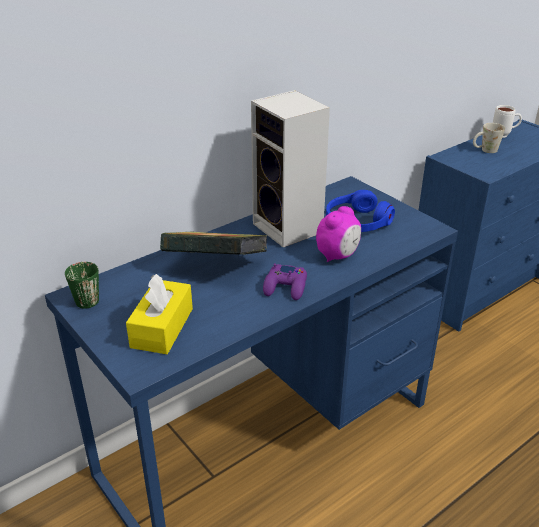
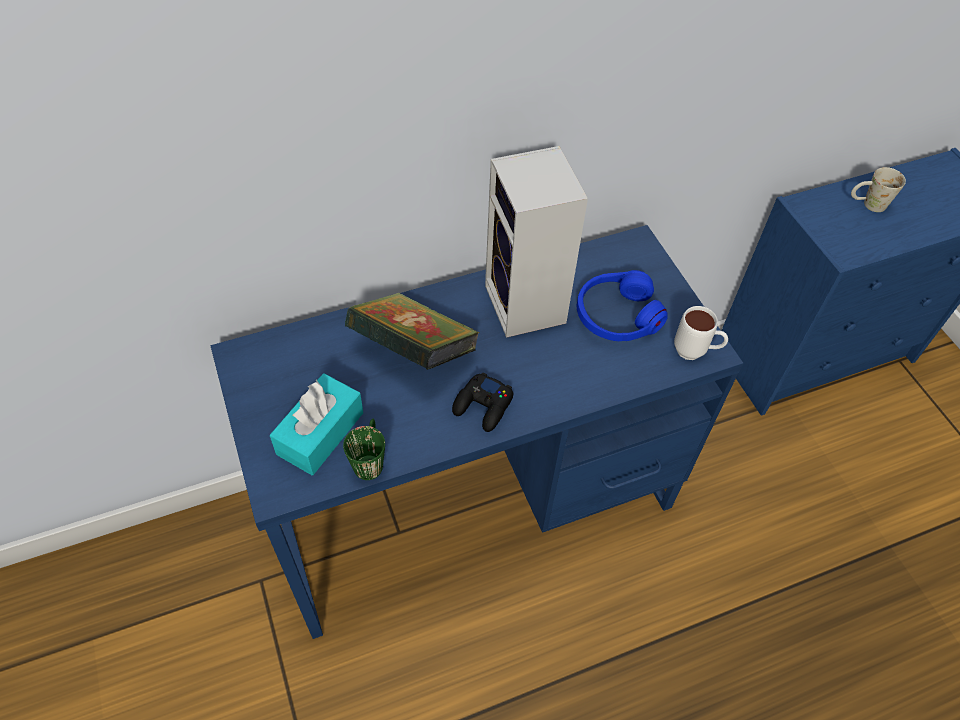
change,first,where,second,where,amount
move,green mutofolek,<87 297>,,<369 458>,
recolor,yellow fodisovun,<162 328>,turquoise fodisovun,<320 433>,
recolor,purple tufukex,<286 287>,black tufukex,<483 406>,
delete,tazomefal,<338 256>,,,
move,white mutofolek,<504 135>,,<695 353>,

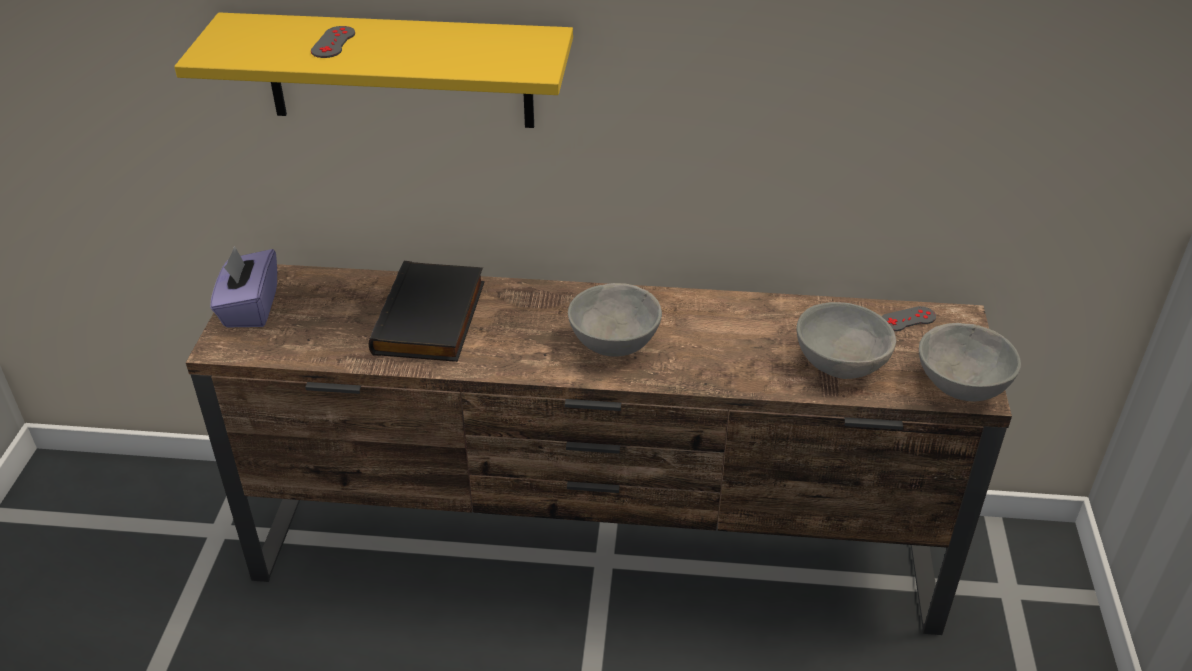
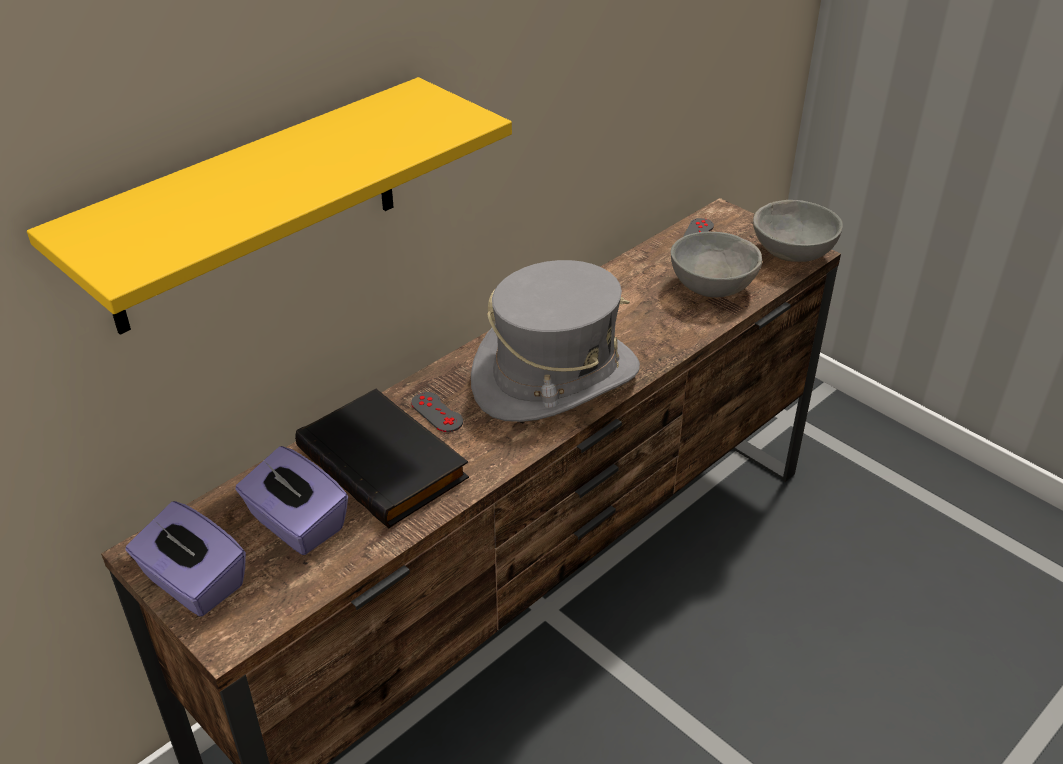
change,first,where,second,where,amount
move,grey tufukex,<333 42>,,<437 412>,
replace,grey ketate,<613 344>,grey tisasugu,<555 378>,
insert,,,purple fodisovun,<296 524>,

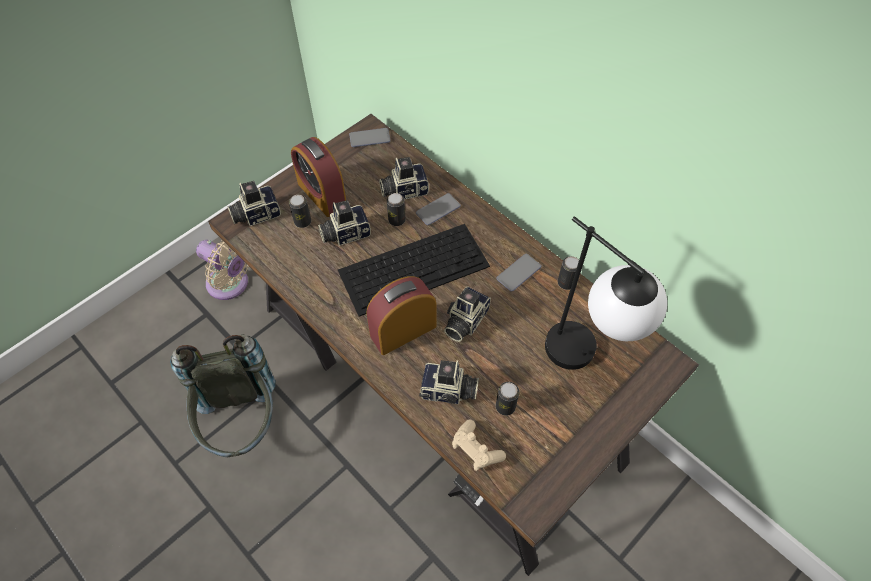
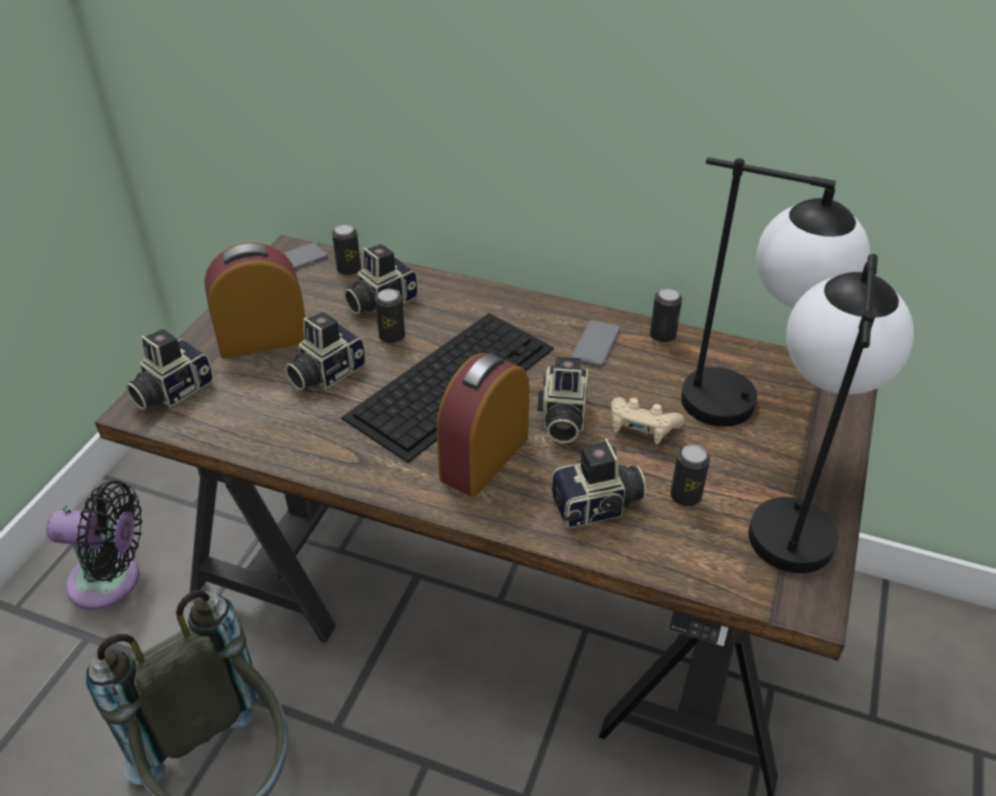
change,first,where,second,where,amount
recolor,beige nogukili,<231 284>,black nogukili,<111 581>,
move,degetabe,<302 221>,,<349 269>,
rotate,tazomefal,<322 194>,,<263 339>,135 degrees clockwise
delete,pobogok,<438 210>,,,
move,beige tufukex,<476 450>,,<641 429>,
insert,,,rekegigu,<793 513>,

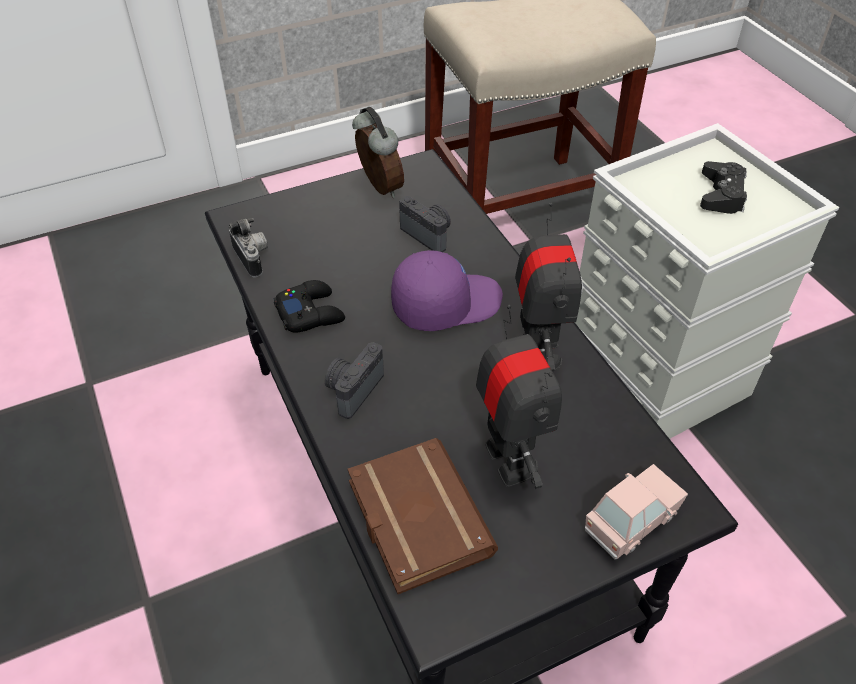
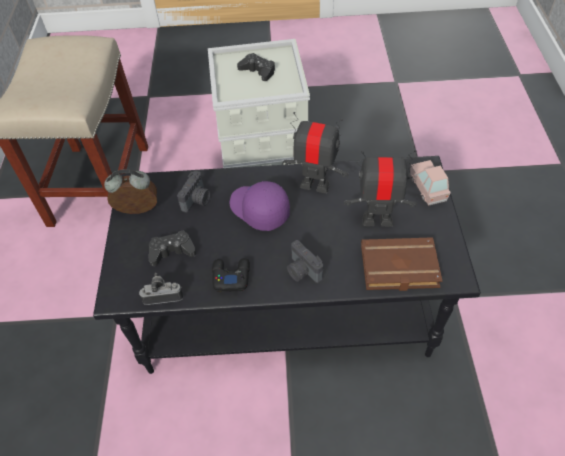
change,first,where,second,where,amount
rotate,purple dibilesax,<446 303>,,<258 210>,45 degrees counterclockwise
rotate,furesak,<429 234>,,<197 200>,135 degrees clockwise
insert,,,black tufukex,<172 251>,

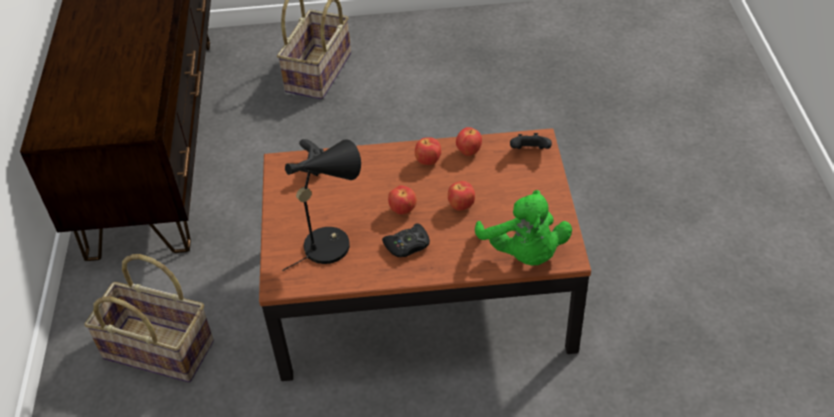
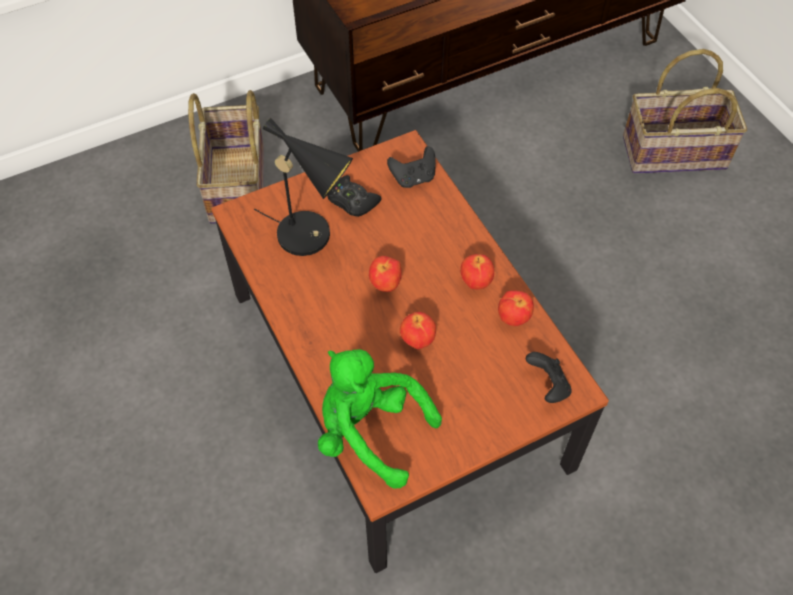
change,first,where,second,where,amount
move,black tufukex,<407 245>,,<352 201>,
rotate,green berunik,<524 253>,,<369 432>,75 degrees clockwise

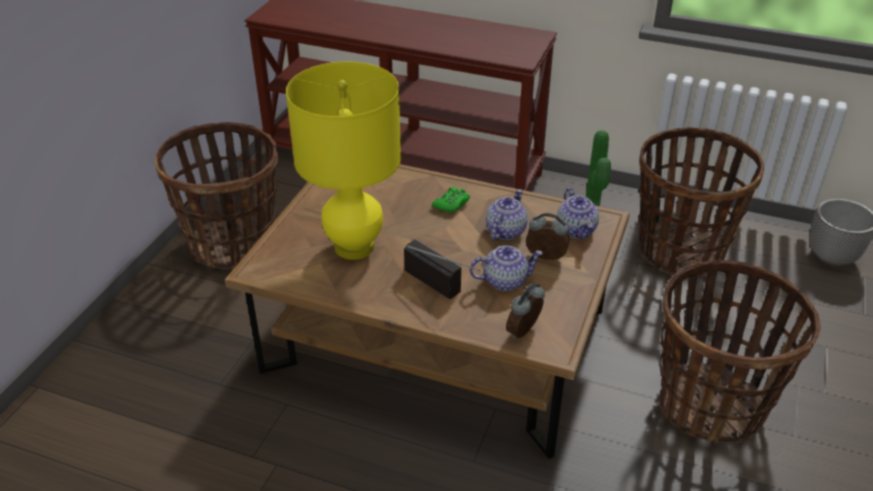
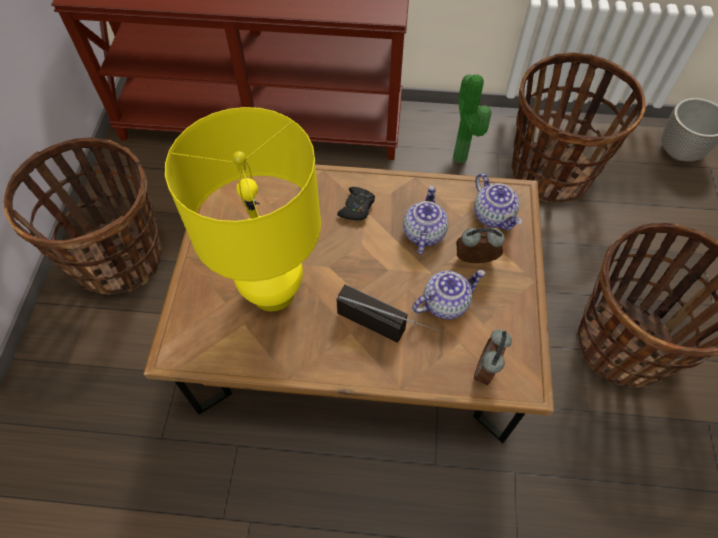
change,first,where,second,where,amount
recolor,green tufukex,<452 204>,black tufukex,<357 207>,

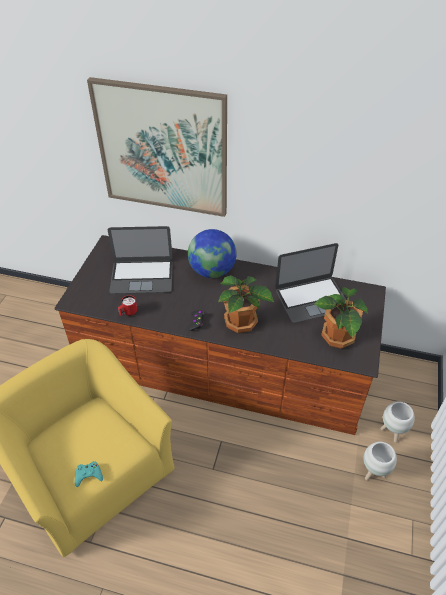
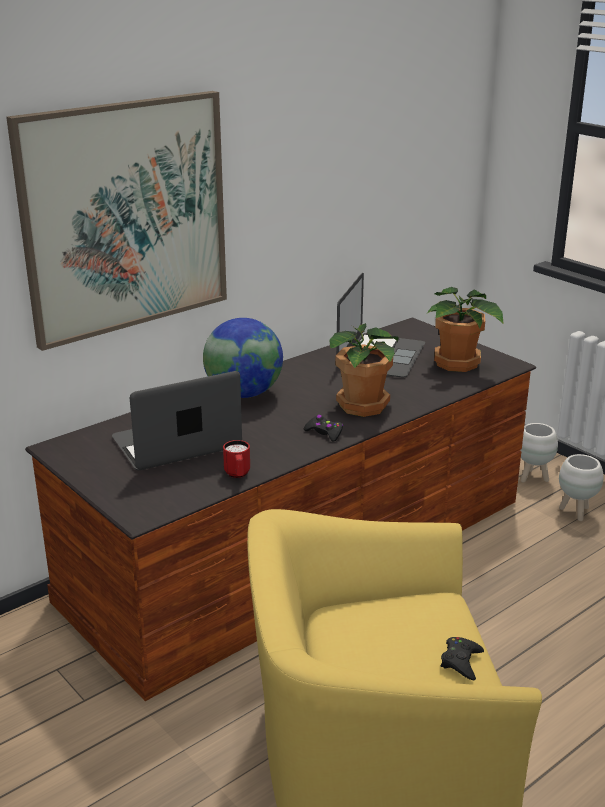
change,first,where,second,where,amount
recolor,turquoise tufukex,<88 475>,black tufukex,<461 661>,
rotate,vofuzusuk,<142 276>,,<176 443>,150 degrees counterclockwise

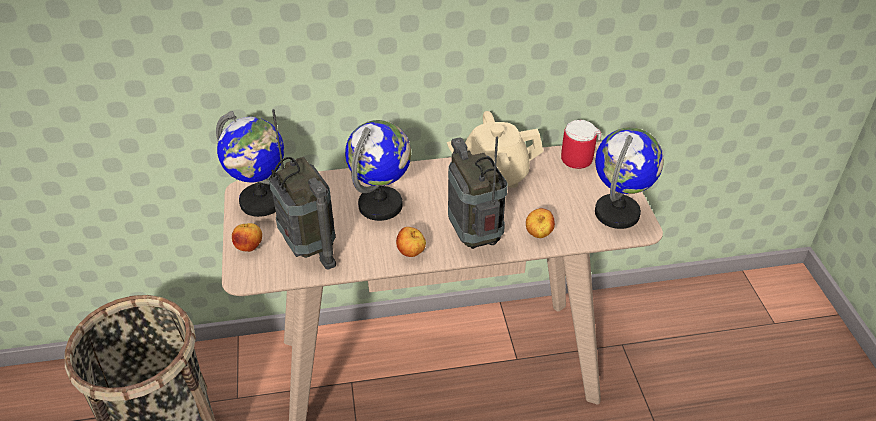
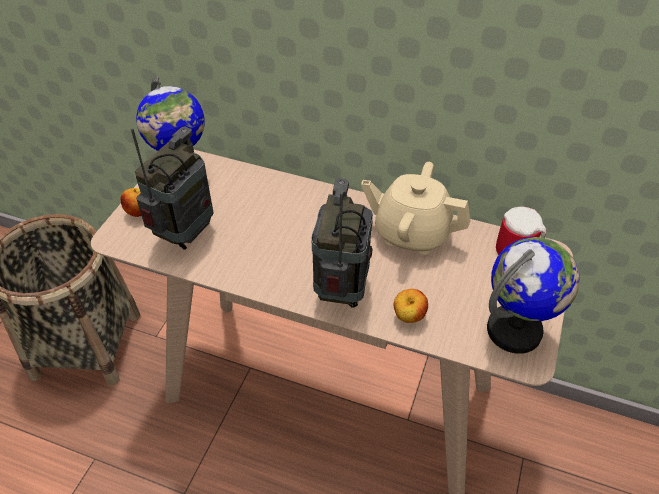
change,first,where,second,where,amount
rotate,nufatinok,<308 248>,,<185 234>,150 degrees counterclockwise
delete,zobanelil,<381 205>,,,
delete,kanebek,<411 253>,,,

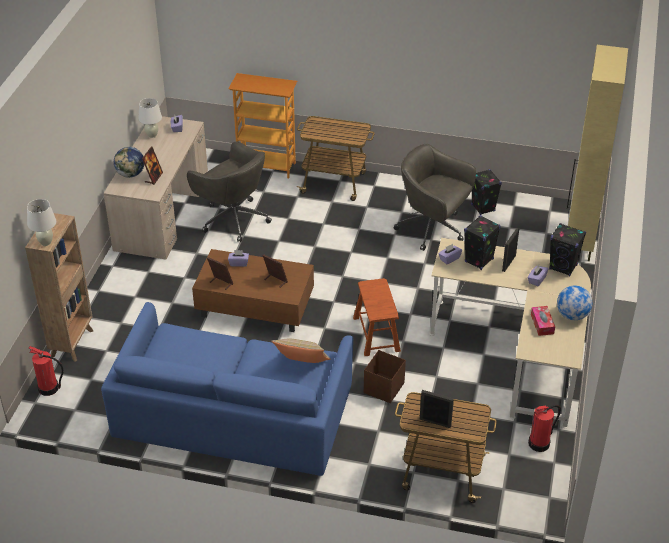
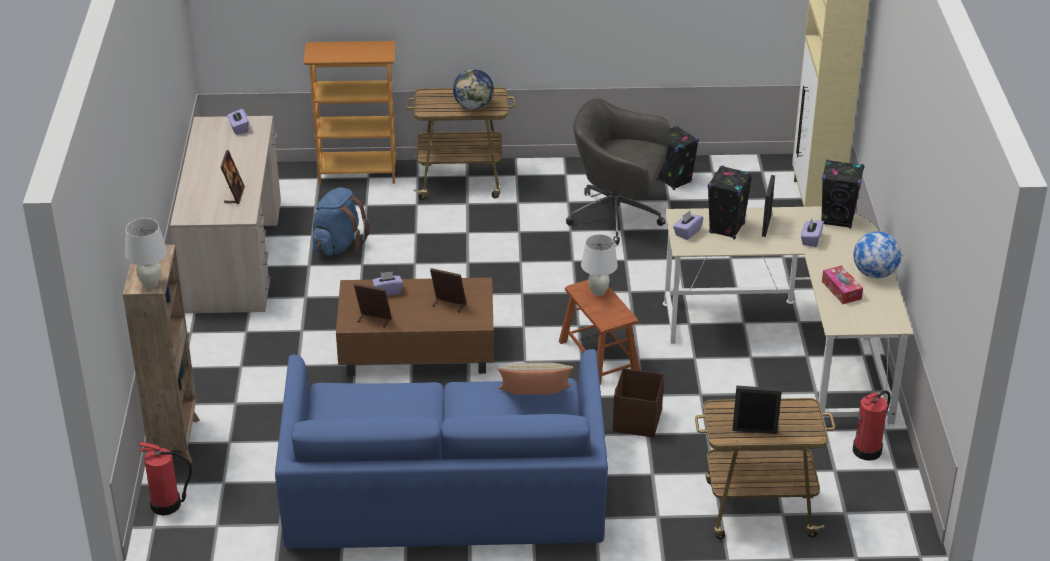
change,first,where,second,where,amount
move,zobanelil,<131 174>,,<474 106>,
move,white rekegigu,<152 135>,,<598 291>,
replace,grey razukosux,<233 219>,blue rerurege,<338 245>,

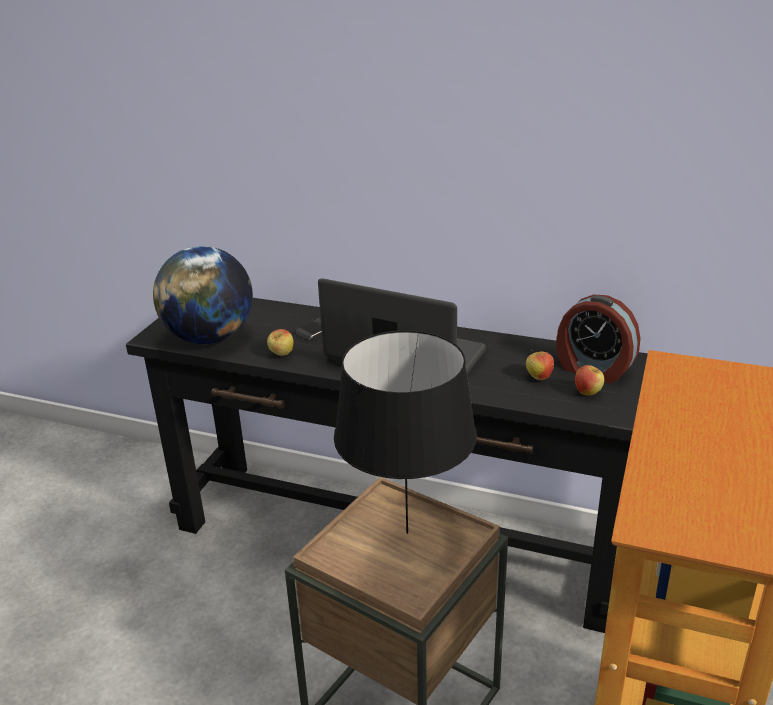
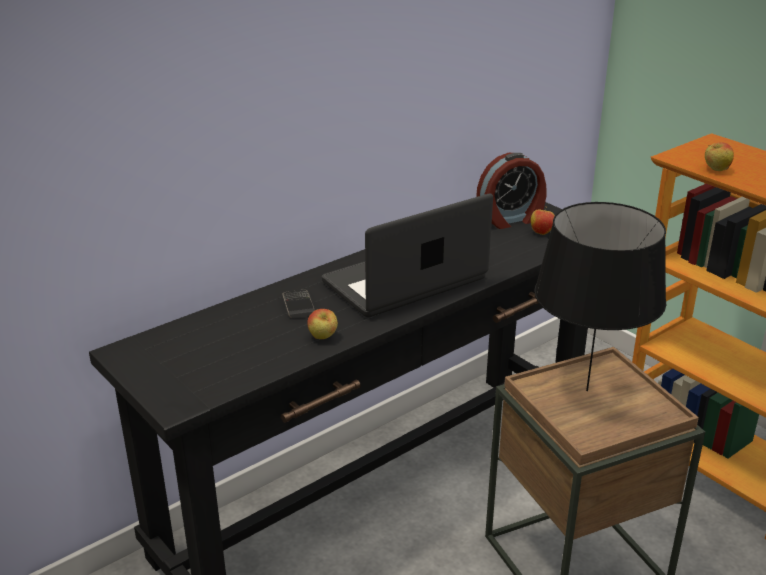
change,first,where,second,where,amount
delete,zobanelil,<209 338>,,,
move,kanebek,<538 377>,,<716 170>,

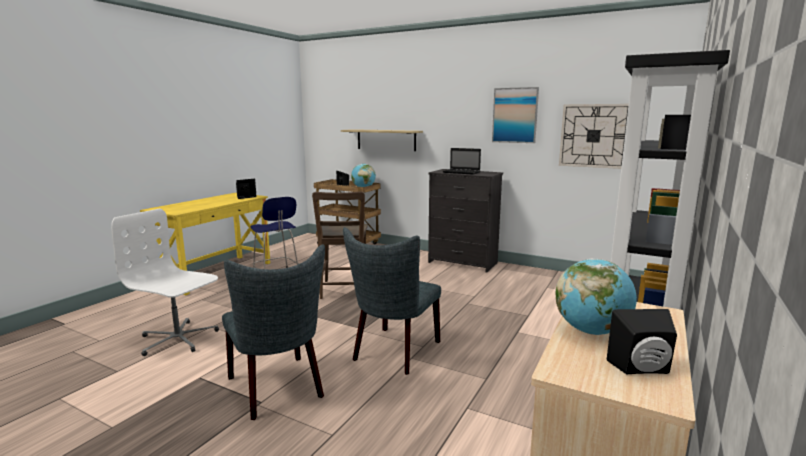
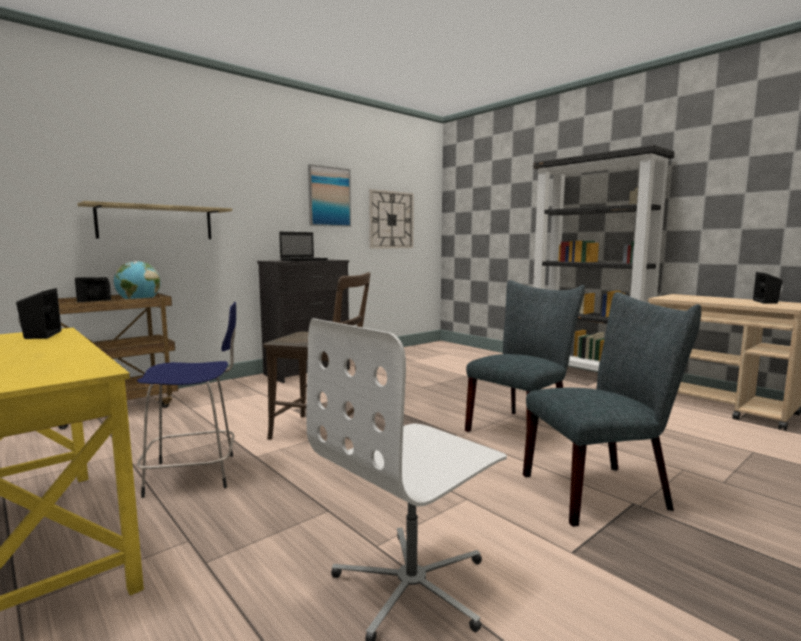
change,first,where,second,where,amount
rotate,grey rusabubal,<393 352>,,<522 428>,90 degrees counterclockwise
delete,zobanelil,<591 331>,,,

